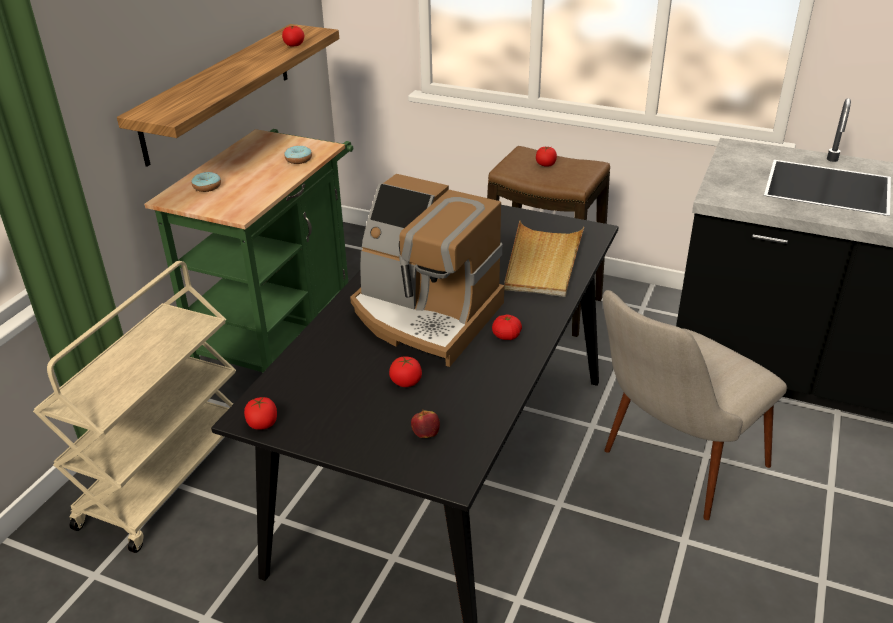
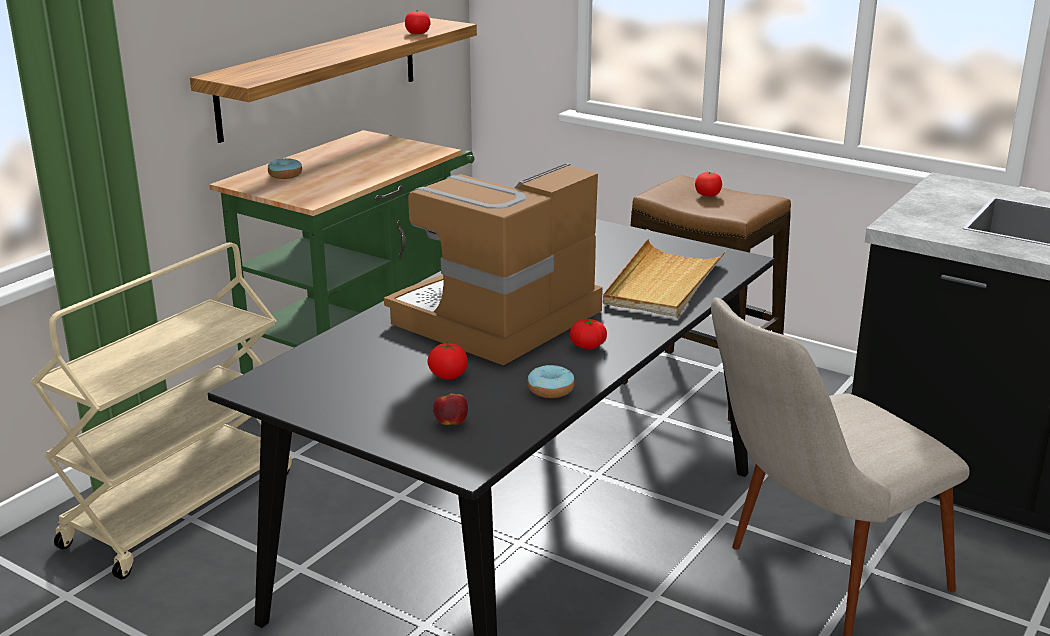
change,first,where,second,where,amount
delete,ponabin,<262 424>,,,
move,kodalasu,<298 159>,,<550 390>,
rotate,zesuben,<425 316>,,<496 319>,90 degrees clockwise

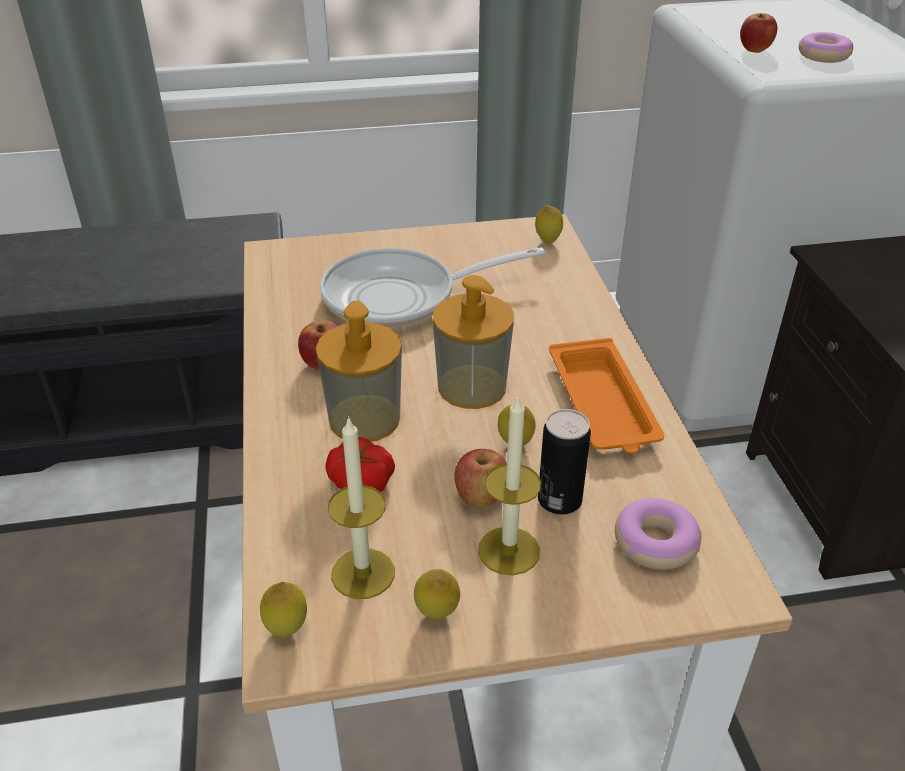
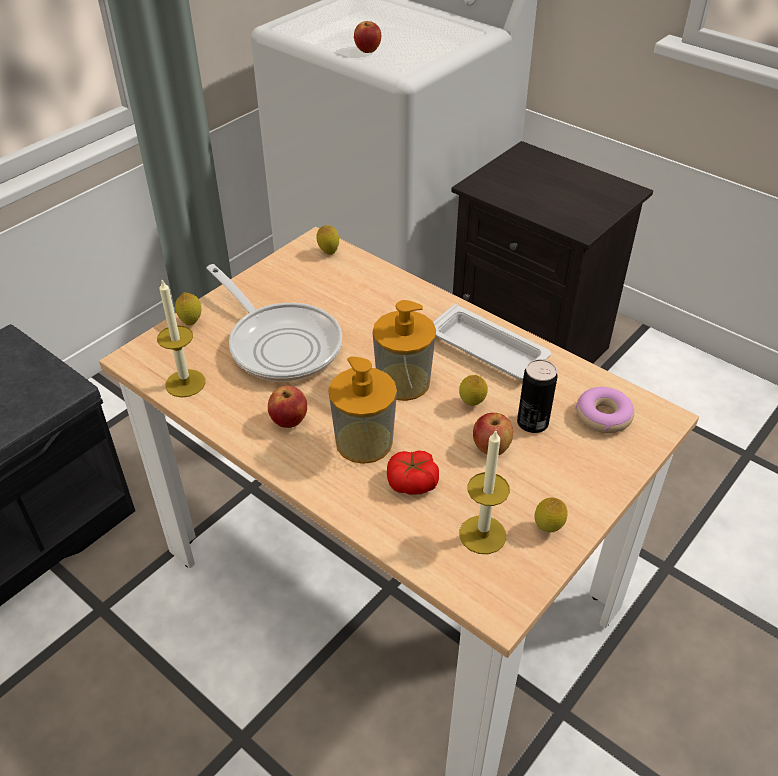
change,first,where,second,where,amount
move,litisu,<287 629>,,<191 322>,
rotate,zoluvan,<401 297>,,<280 343>,75 degrees counterclockwise
move,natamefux,<509 551>,,<185 383>,
recolor,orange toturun,<603 404>,white toturun,<489 350>,
delete,kodalasu,<823 56>,,,

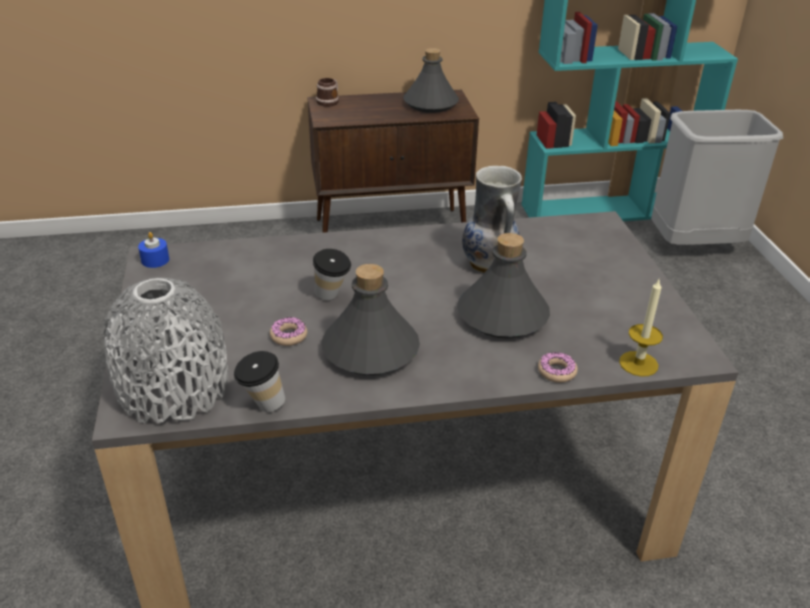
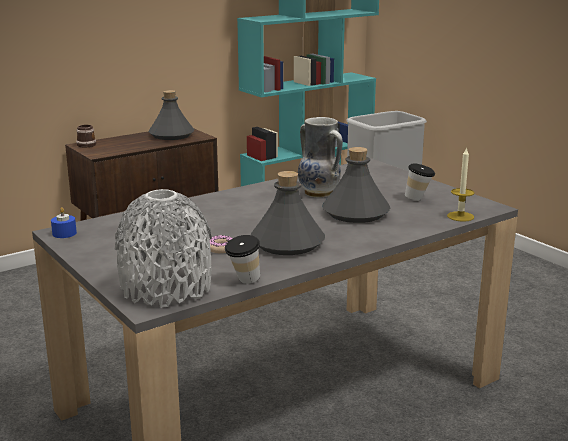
change,first,where,second,where,amount
move,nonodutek,<332 297>,,<418 199>,
delete,kodalasu,<556 372>,,,

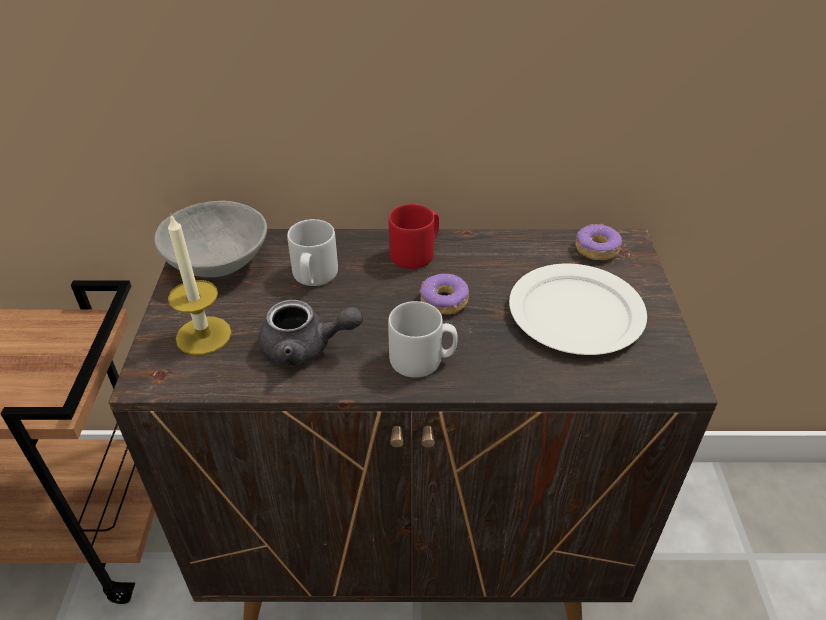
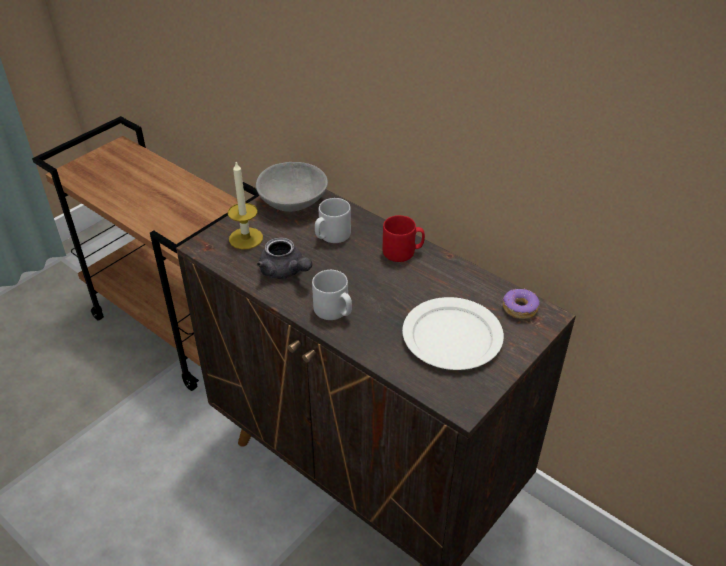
change,first,where,second,where,amount
delete,kodalasu,<444 301>,,,

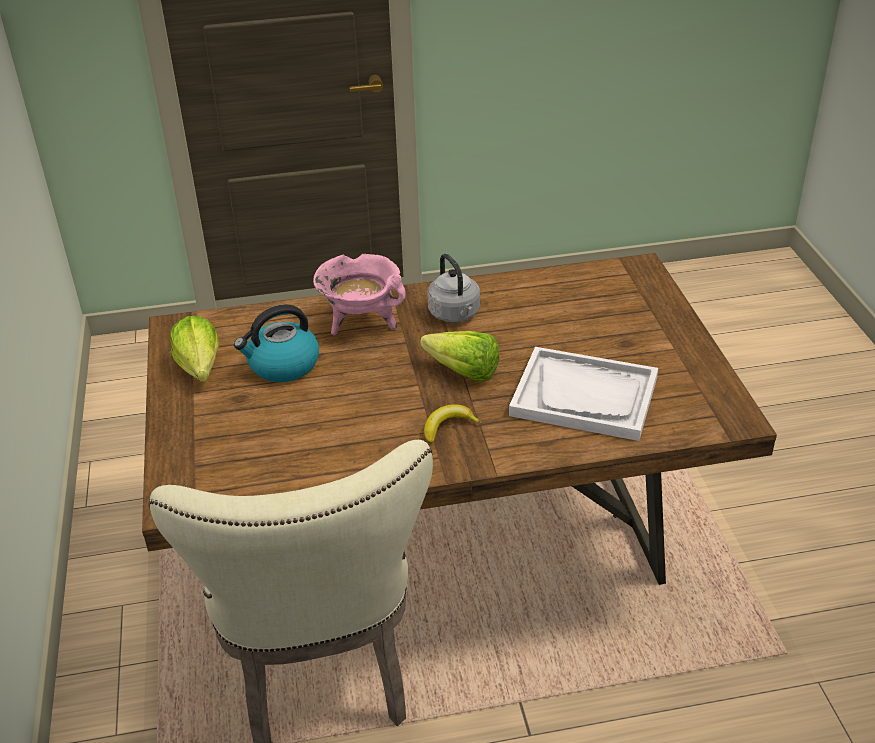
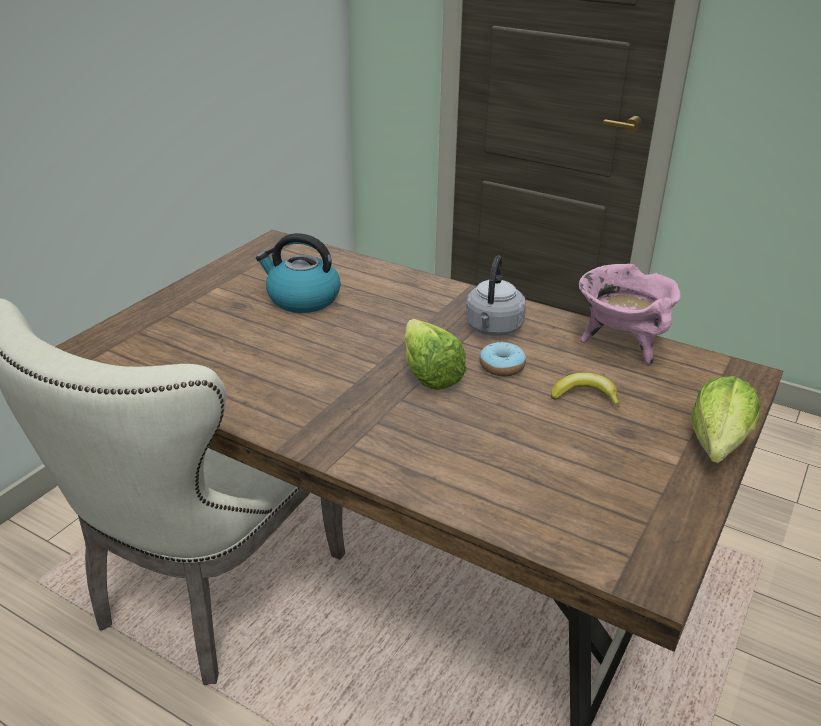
change,first,where,second,where,amount
move,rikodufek,<199 373>,,<714 450>,
move,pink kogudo,<361 323>,,<620 345>,
move,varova,<448 427>,,<585 396>,
delete,white toturun,<584 396>,,,
insert,,,kodalasu,<502 367>,

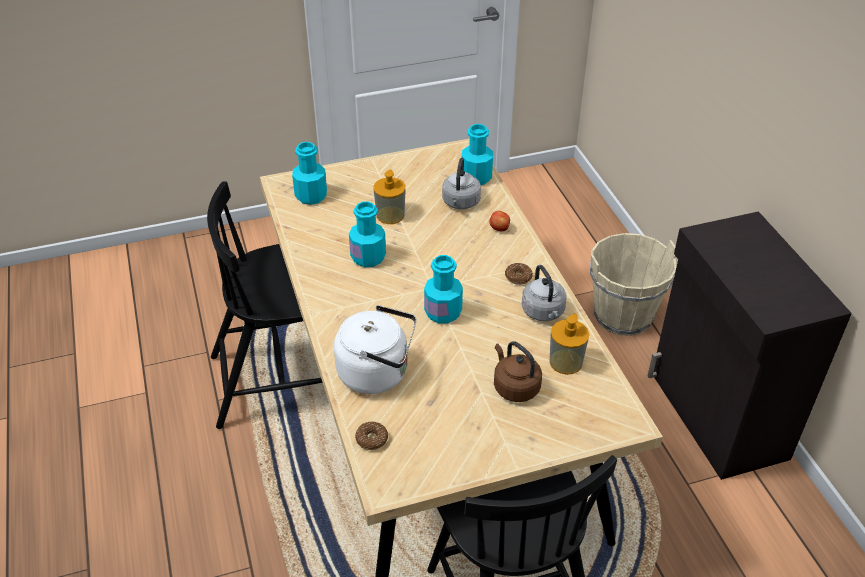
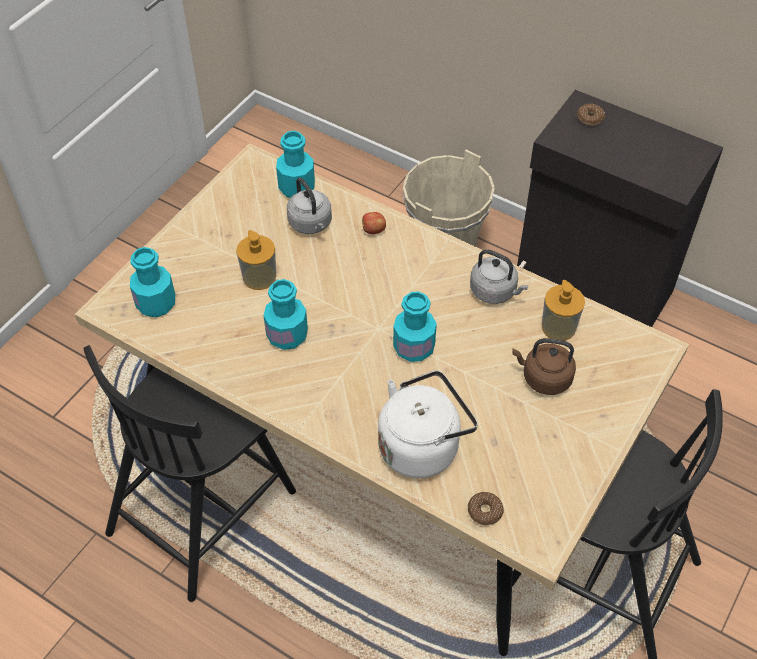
change,first,where,second,where,amount
move,kodalasu,<518 277>,,<590 118>,

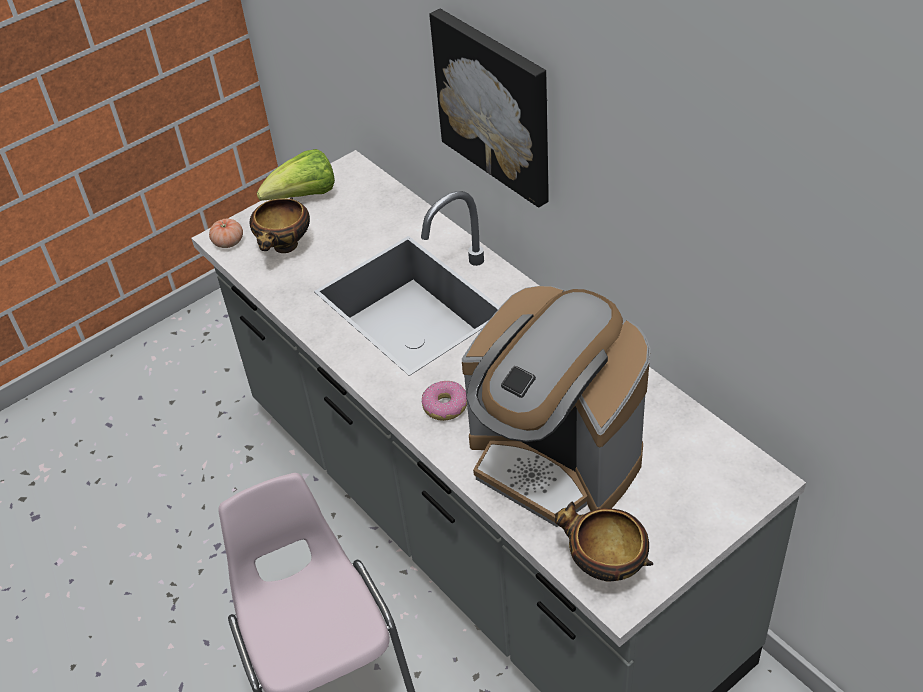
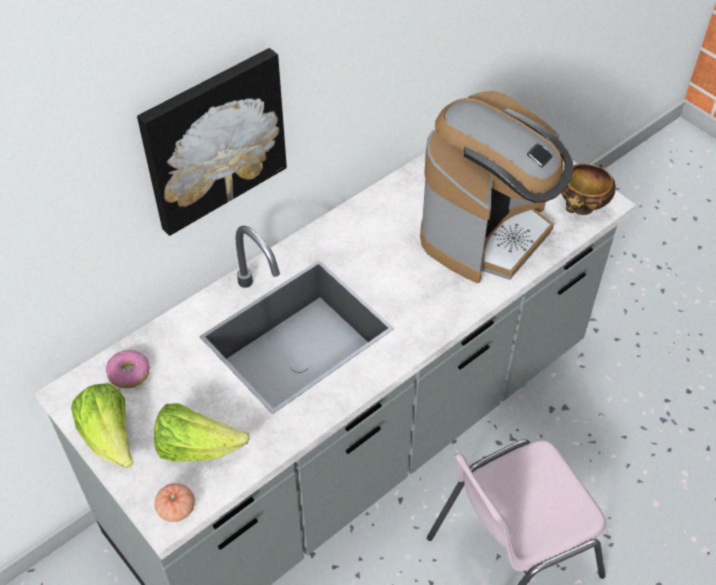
change,first,where,second,where,amount
replace,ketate,<285 247>,rikodufek,<197 447>,
move,kodalasu,<445 406>,,<129 373>,

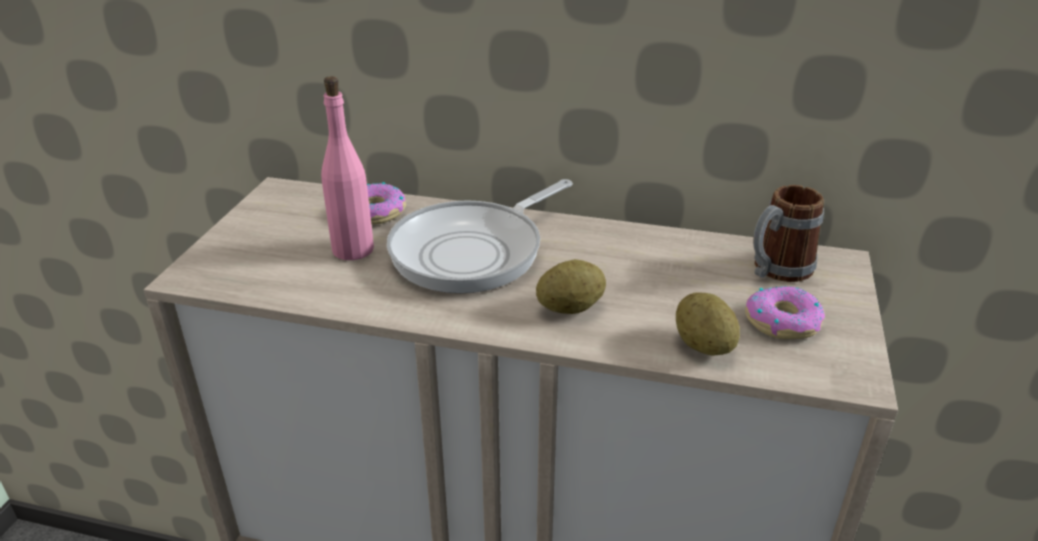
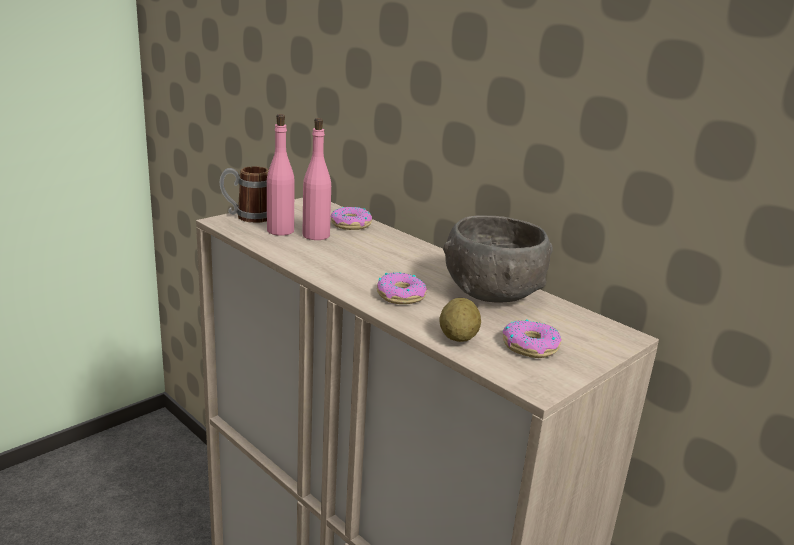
change,first,where,second,where,amount
delete,zoluvan,<474 251>,,,
replace,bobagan,<570 308>,kodalasu,<401 295>,
move,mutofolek,<775 271>,,<247 217>,
insert,,,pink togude,<280 231>,
insert,,,grey ketate,<492 293>,

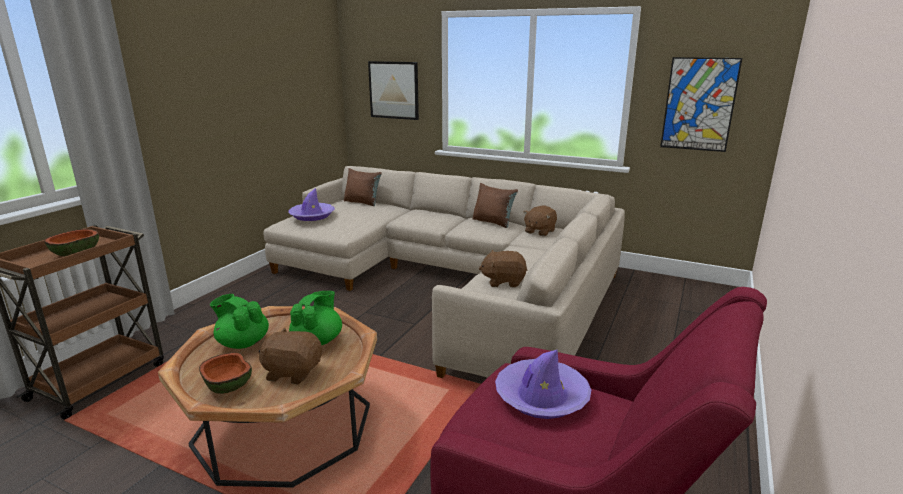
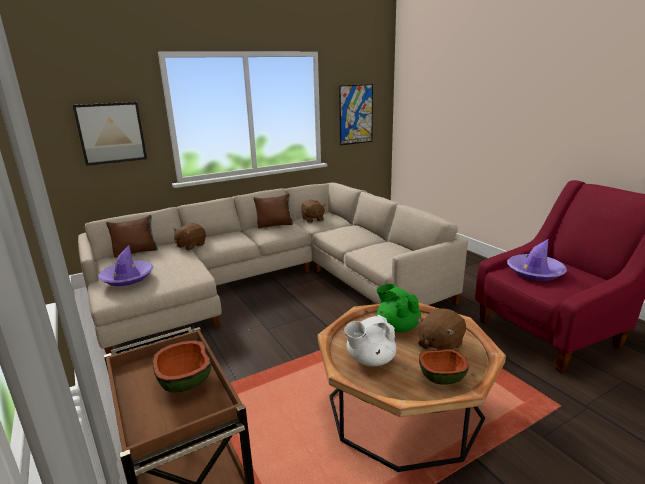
change,first,where,second,where,amount
recolor,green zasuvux,<243 343>,white zasuvux,<370 360>,
move,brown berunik,<503 281>,,<190 246>,

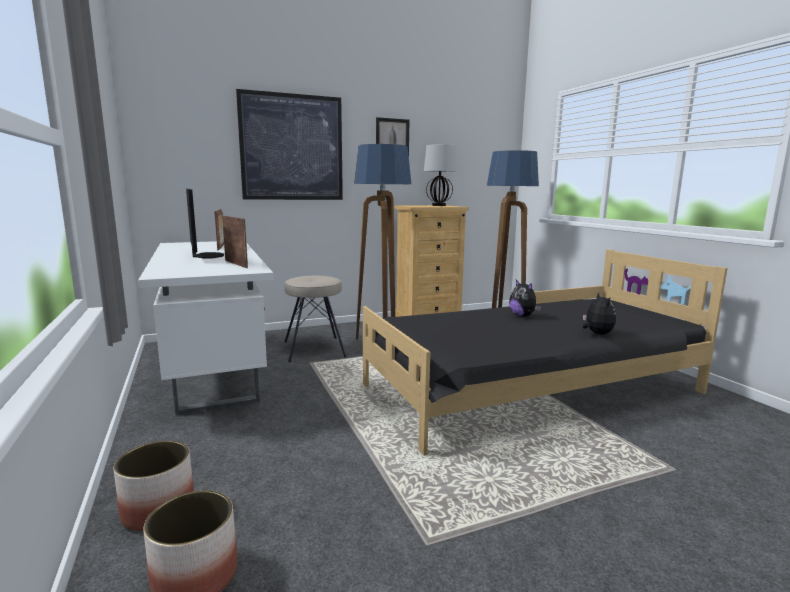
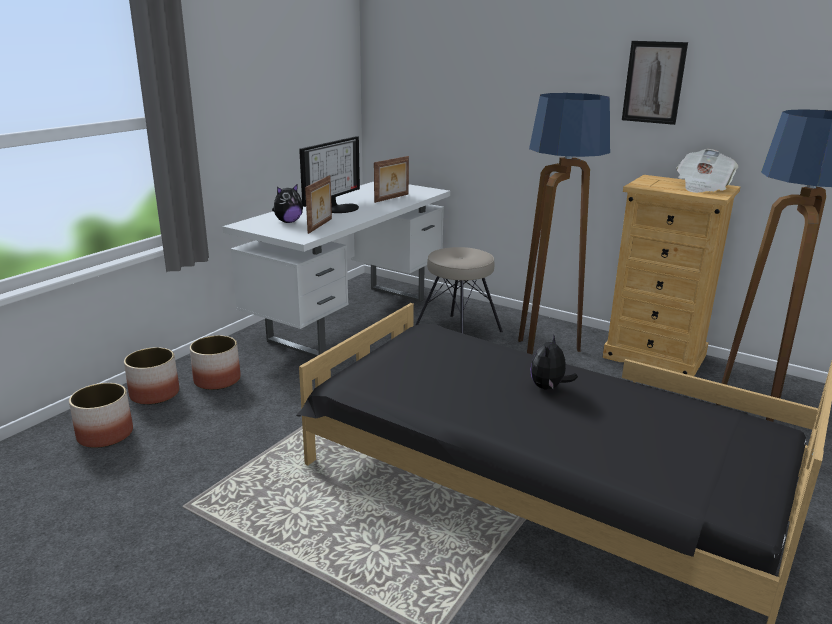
change,first,where,second,where,amount
delete,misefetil,<292 148>,,,
replace,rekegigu,<439 205>,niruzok,<702 187>,
move,berunik,<596 333>,,<288 222>,
insert,,,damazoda,<217 380>,

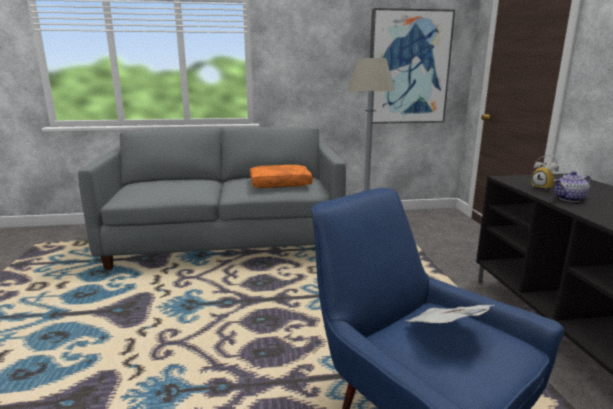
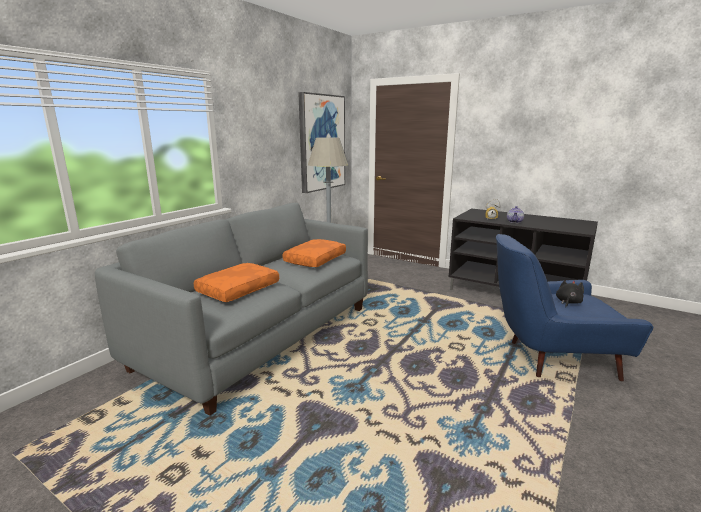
change,first,where,second,where,amount
replace,niruzok,<445 332>,black berunik,<568 302>,
insert,,,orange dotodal,<238 289>,

